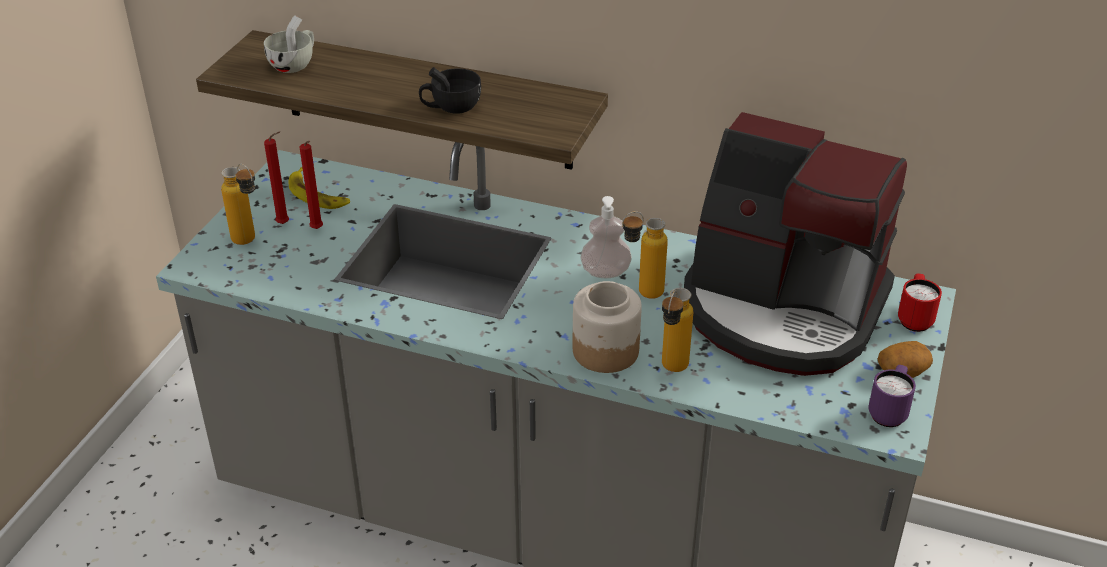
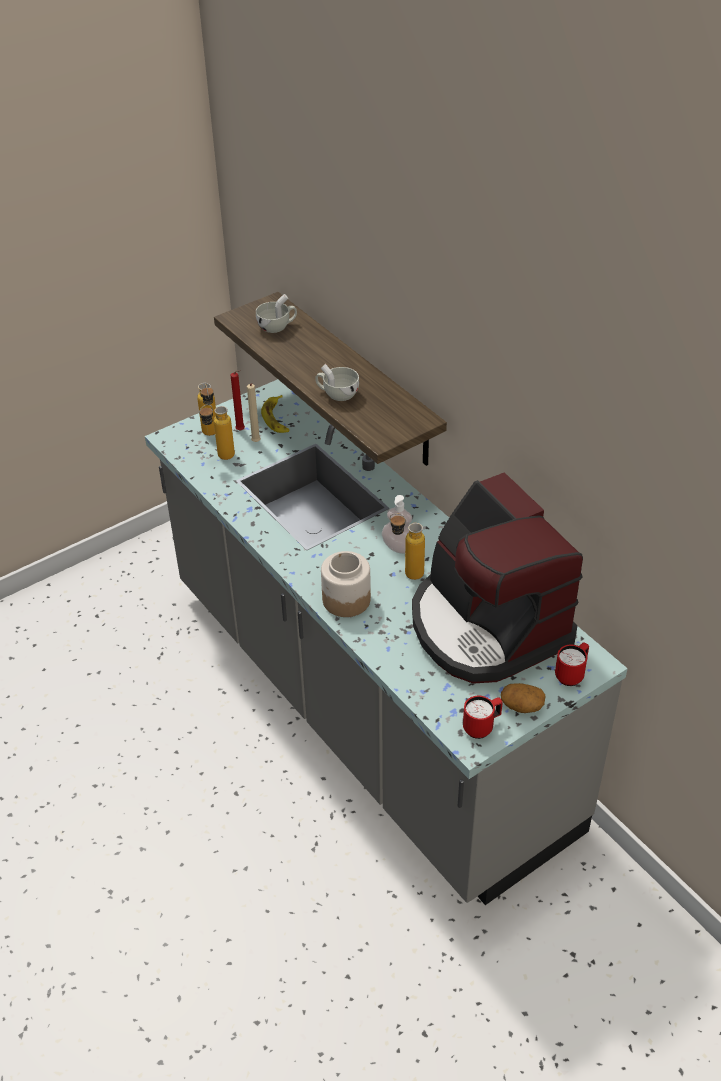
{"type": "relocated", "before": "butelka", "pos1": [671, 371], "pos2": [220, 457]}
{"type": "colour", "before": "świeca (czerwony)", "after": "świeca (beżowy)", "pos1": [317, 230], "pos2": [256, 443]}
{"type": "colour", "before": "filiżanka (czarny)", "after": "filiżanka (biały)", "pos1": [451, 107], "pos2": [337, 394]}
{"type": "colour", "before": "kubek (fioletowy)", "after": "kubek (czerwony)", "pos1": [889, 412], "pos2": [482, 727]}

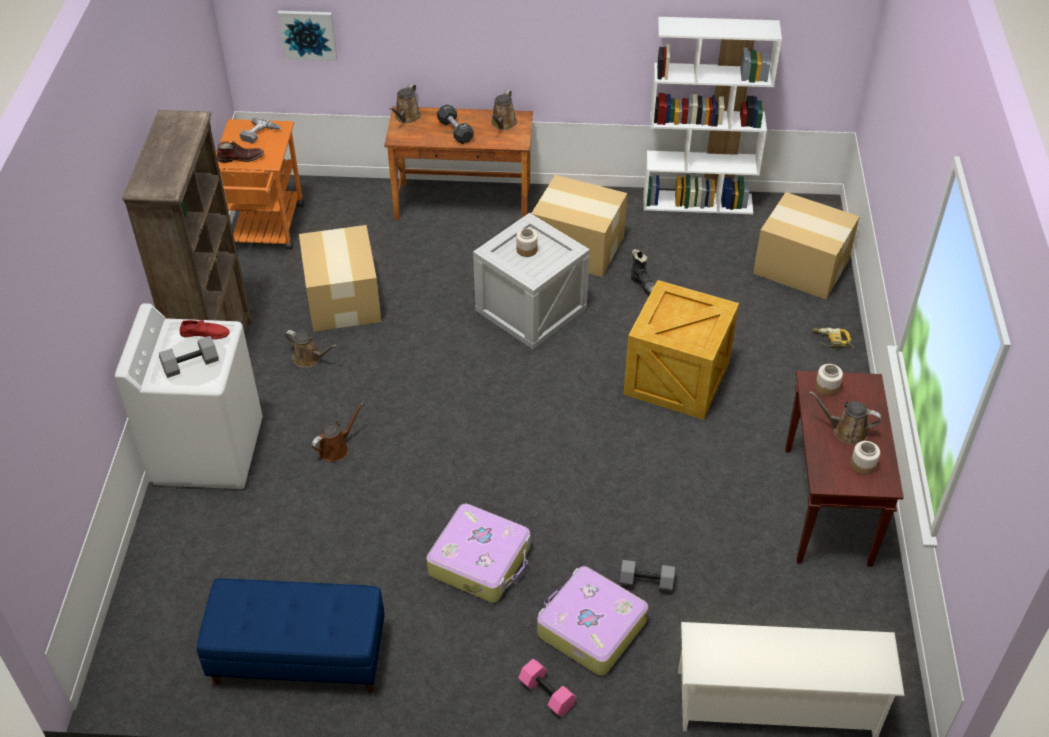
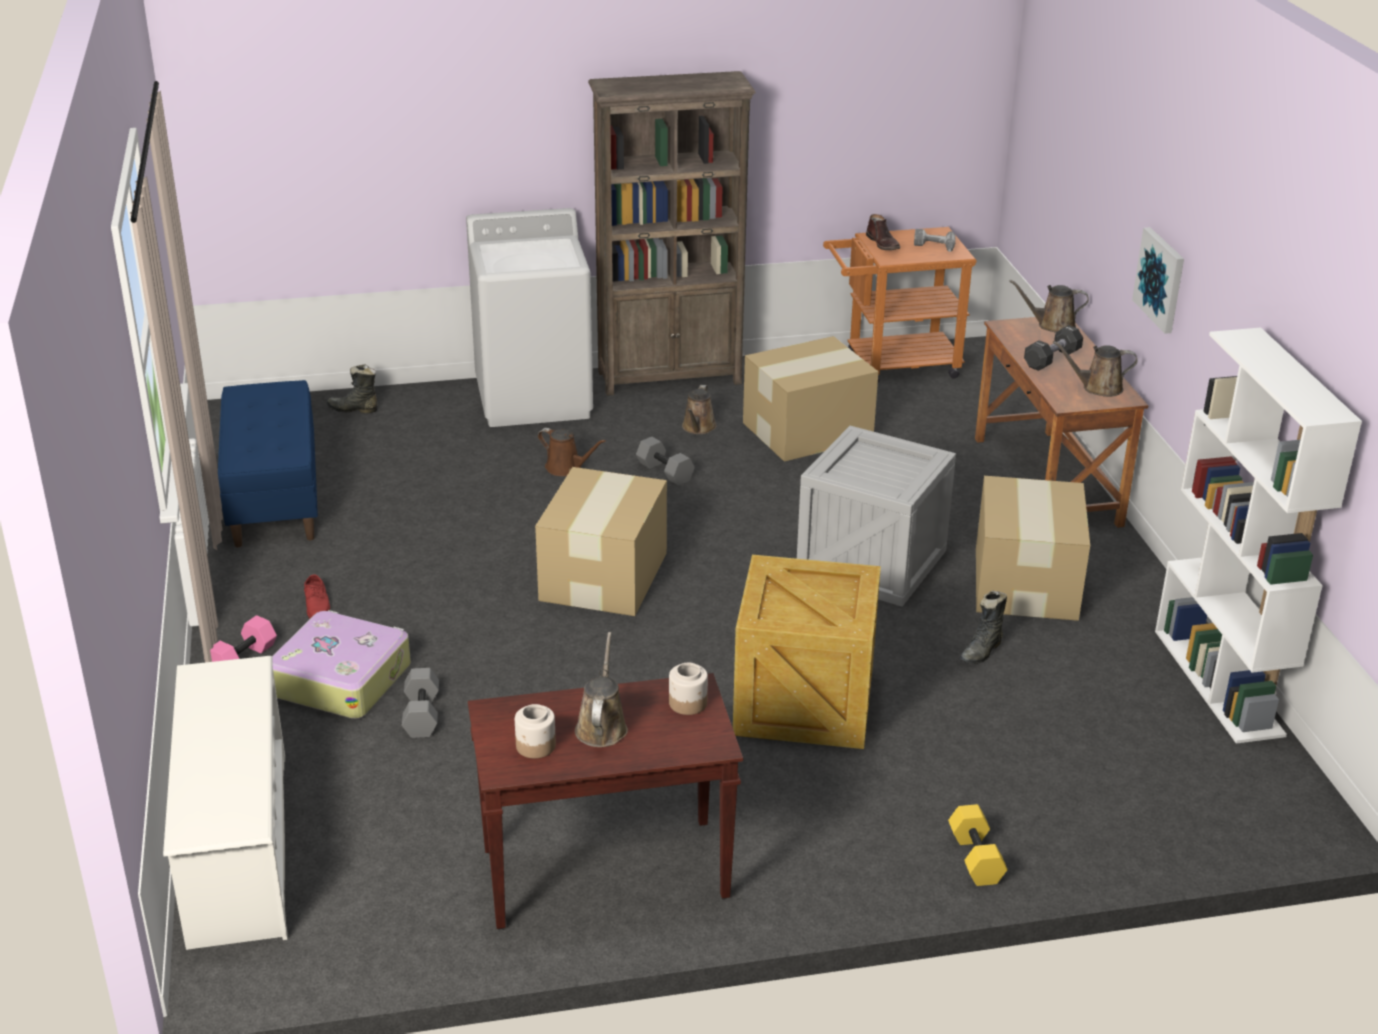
{"type": "relocated", "before": "but (czerwony)", "pos1": [205, 333], "pos2": [317, 604]}
{"type": "appeared", "after": "but z cholewką (czarny)", "pos2": [353, 409]}
{"type": "relocated", "before": "karton", "pos1": [800, 266], "pos2": [605, 575]}
{"type": "relocated", "before": "hantel (szary)", "pos1": [190, 365], "pos2": [663, 472]}
{"type": "exchanged", "before": "wiertarka", "after": "hantel (żółty)", "pos1": [832, 341], "pos2": [974, 857]}
{"type": "relocated", "before": "obraz", "pos1": [308, 34], "pos2": [1160, 279]}
{"type": "missing", "before": "walizka", "pos1": [481, 561]}
{"type": "missing", "before": "słoik", "pos1": [527, 250]}

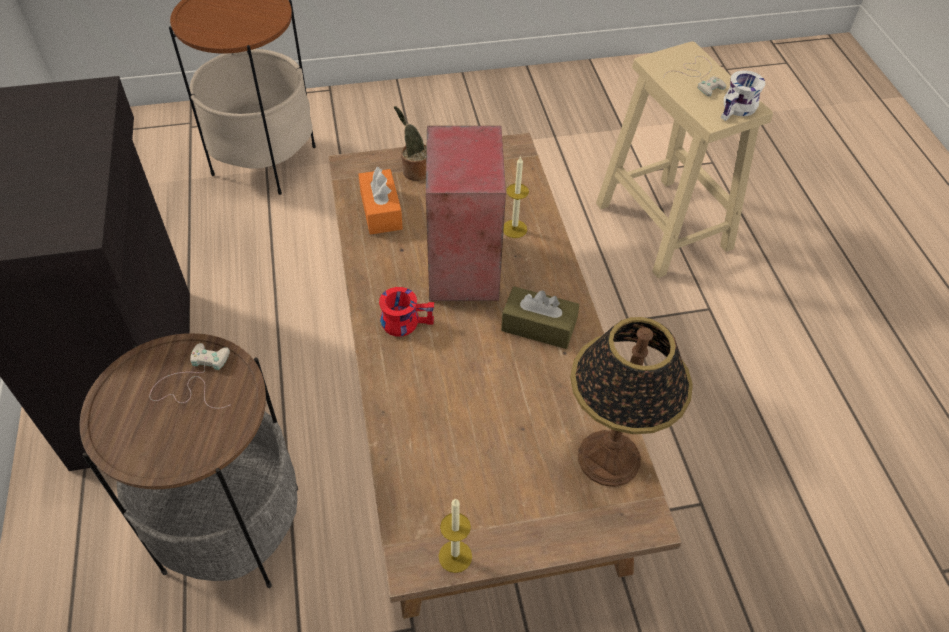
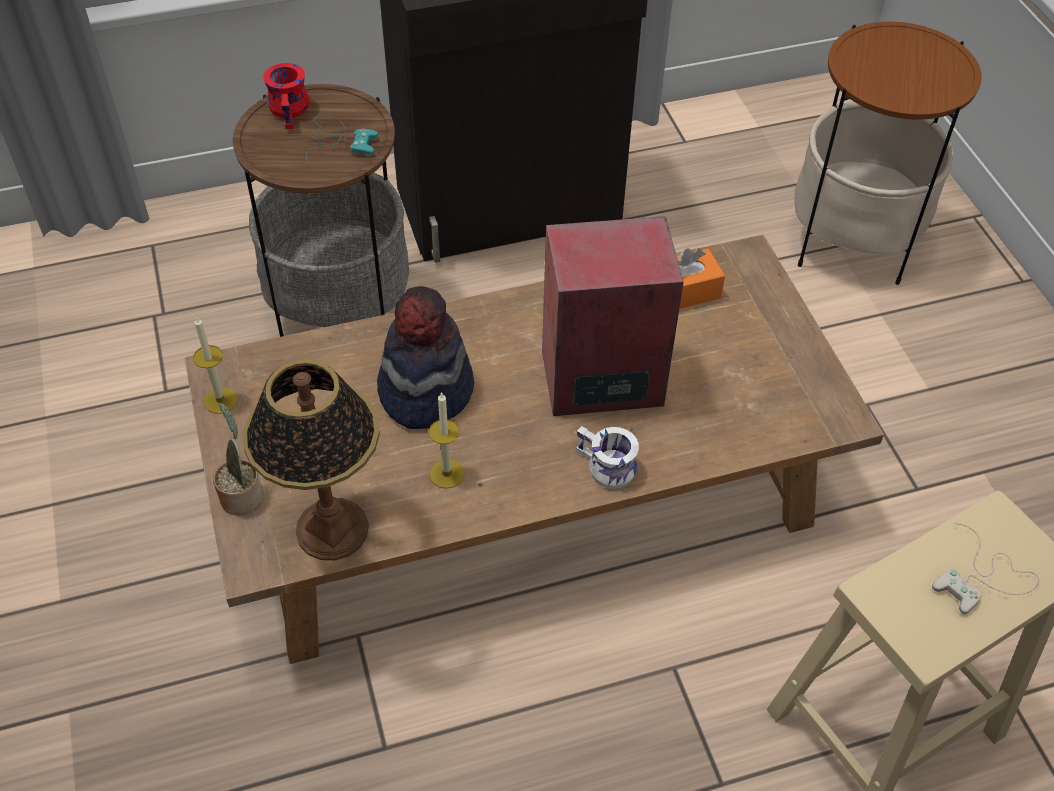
{"type": "relocated", "before": "roślina doniczkowa", "pos1": [414, 171], "pos2": [241, 495]}
{"type": "relocated", "before": "kubek (czerwony)", "pos1": [406, 320], "pos2": [292, 110]}
{"type": "colour", "before": "pad do gier (biały)", "after": "pad do gier (turkusowy)", "pos1": [193, 381], "pos2": [338, 140]}
{"type": "appeared", "after": "kapelusz", "pos2": [425, 390]}
{"type": "relocated", "before": "świeca", "pos1": [514, 229], "pos2": [447, 474]}
{"type": "relocated", "before": "kubek (biały)", "pos1": [738, 110], "pos2": [604, 469]}
{"type": "missing", "before": "pudełko chusteczek (brązowy)", "pos1": [538, 326]}

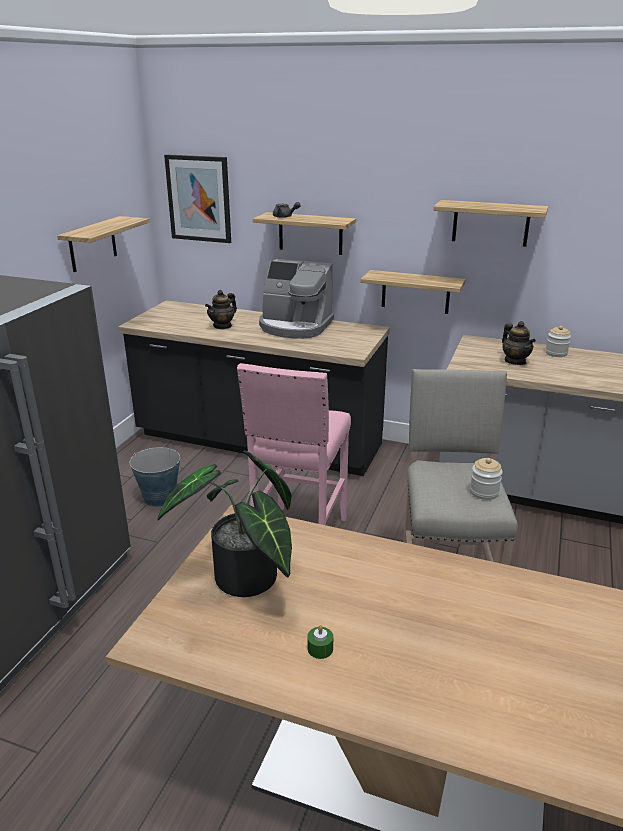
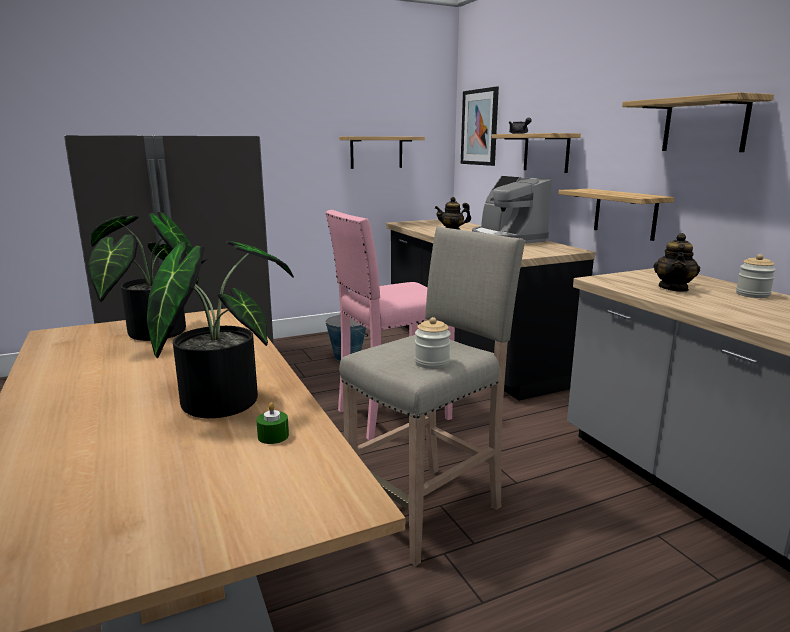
{"type": "appeared", "after": "roślina doniczkowa", "pos2": [219, 399]}
{"type": "relocated", "before": "świeca (zielony)", "pos1": [320, 648], "pos2": [273, 436]}

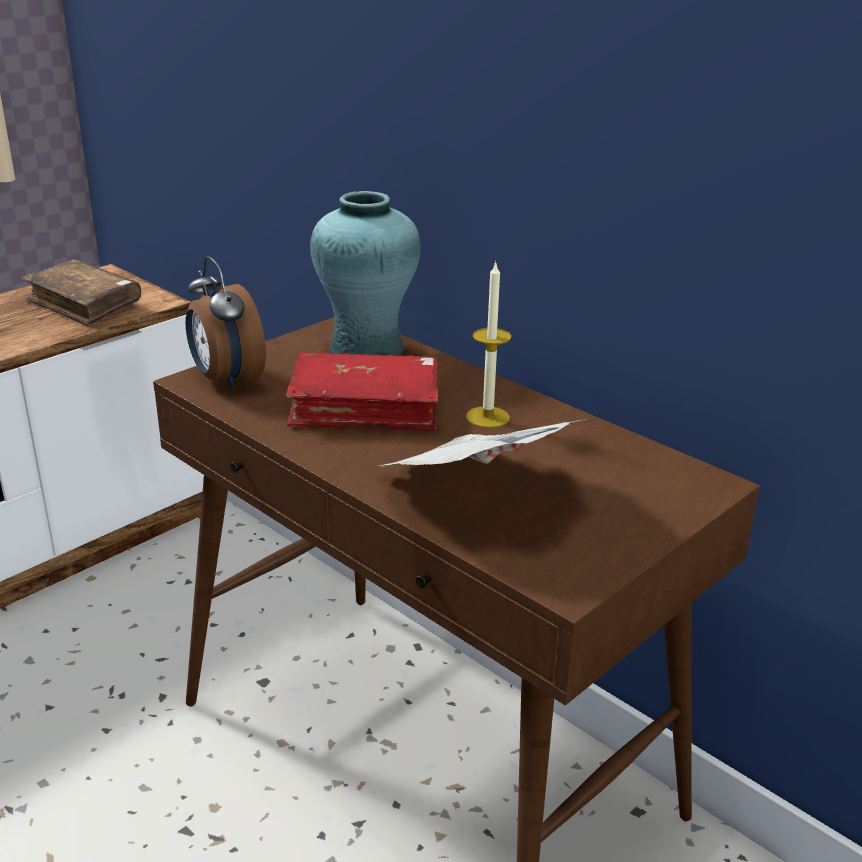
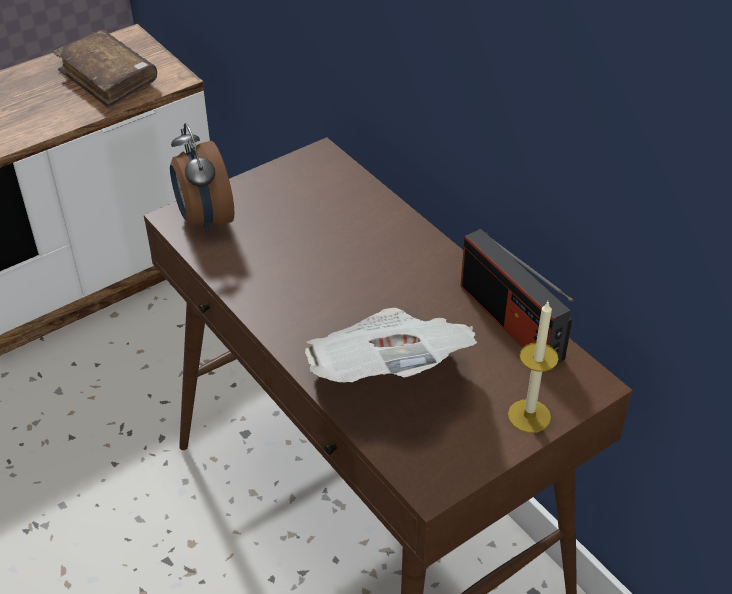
{"type": "appeared", "after": "radio", "pos2": [511, 322]}
{"type": "relocated", "before": "świeca", "pos1": [487, 417], "pos2": [529, 416]}
{"type": "missing", "before": "książka (czerwony)", "pos1": [365, 407]}
{"type": "missing", "before": "wazon (turkusowy)", "pos1": [366, 350]}

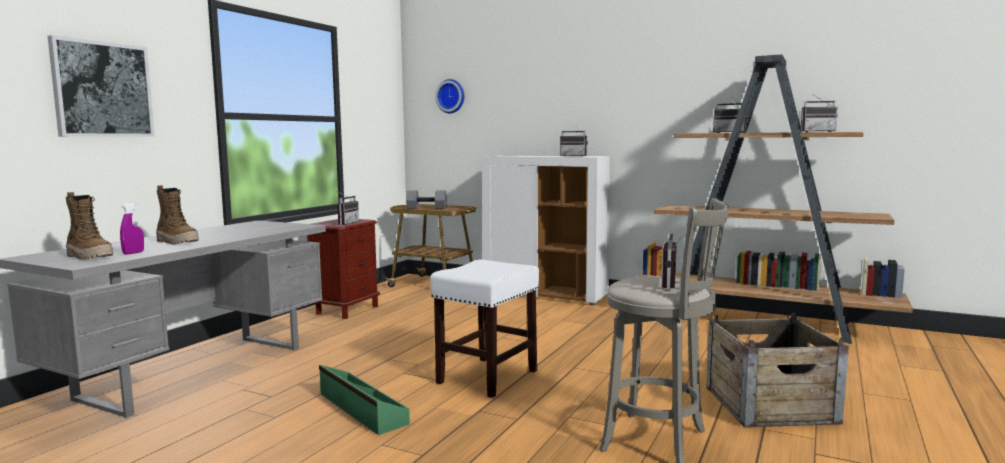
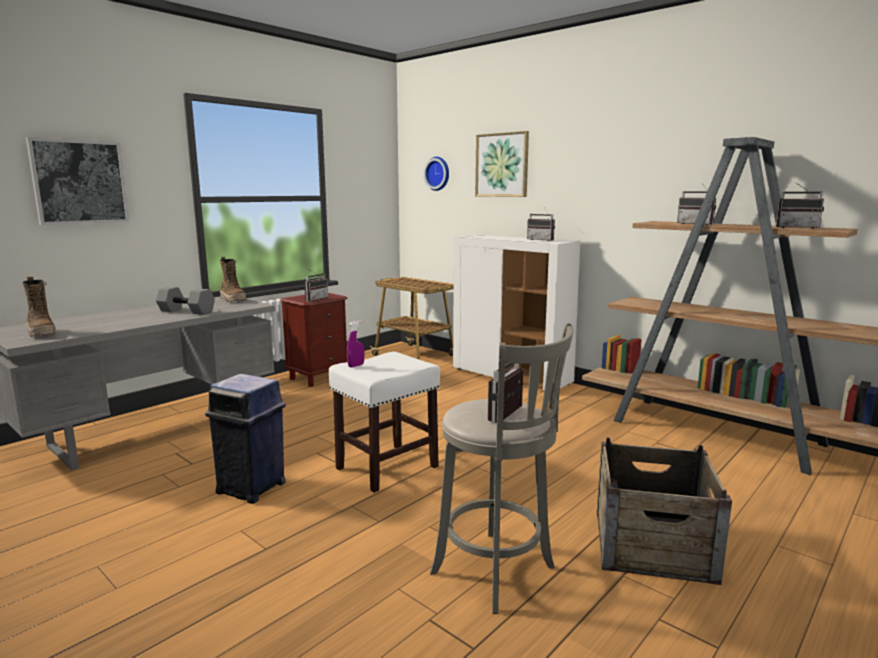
{"type": "relocated", "before": "hantel (szary)", "pos1": [427, 207], "pos2": [187, 311]}
{"type": "exchanged", "before": "pojemnik do przechowywania (zielony)", "after": "kosz na śmieci (niebieski)", "pos1": [361, 409], "pos2": [252, 488]}
{"type": "relocated", "before": "but z cholewką", "pos1": [177, 242], "pos2": [233, 300]}
{"type": "relocated", "before": "spryskiwacz (fioletowy)", "pos1": [133, 253], "pos2": [356, 365]}
{"type": "appeared", "after": "obraz", "pos2": [502, 165]}

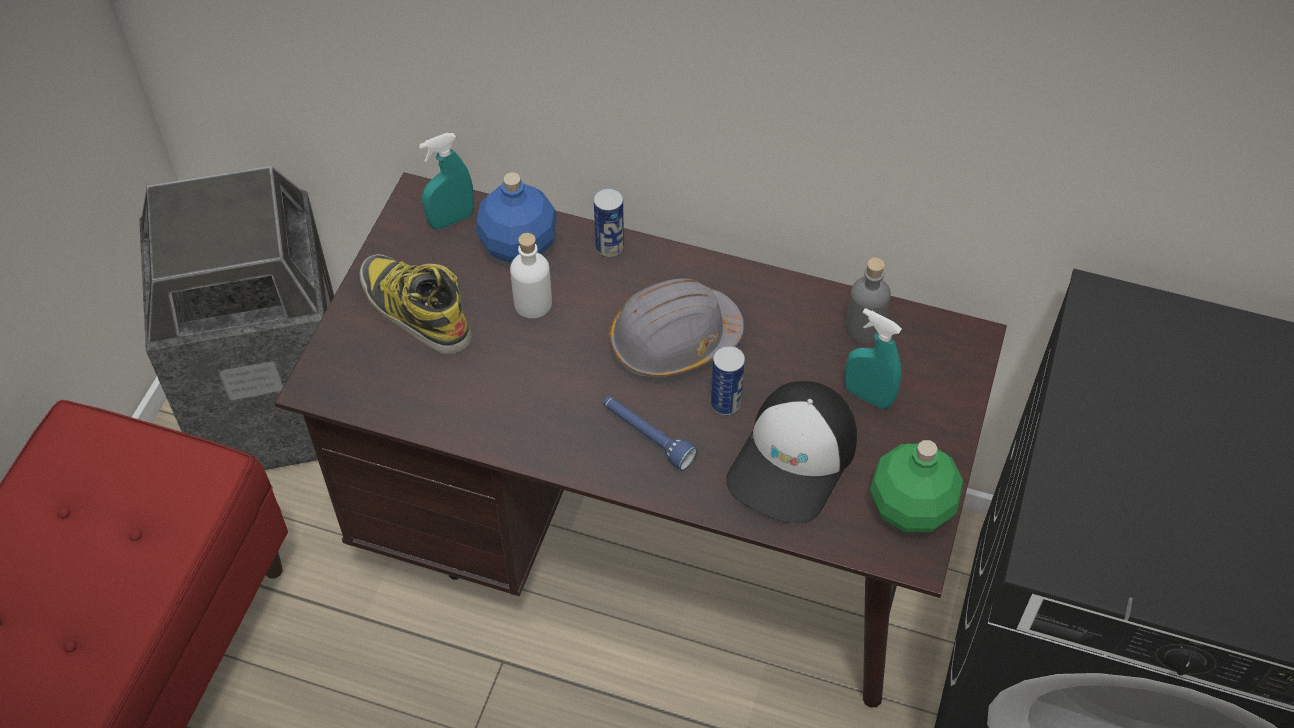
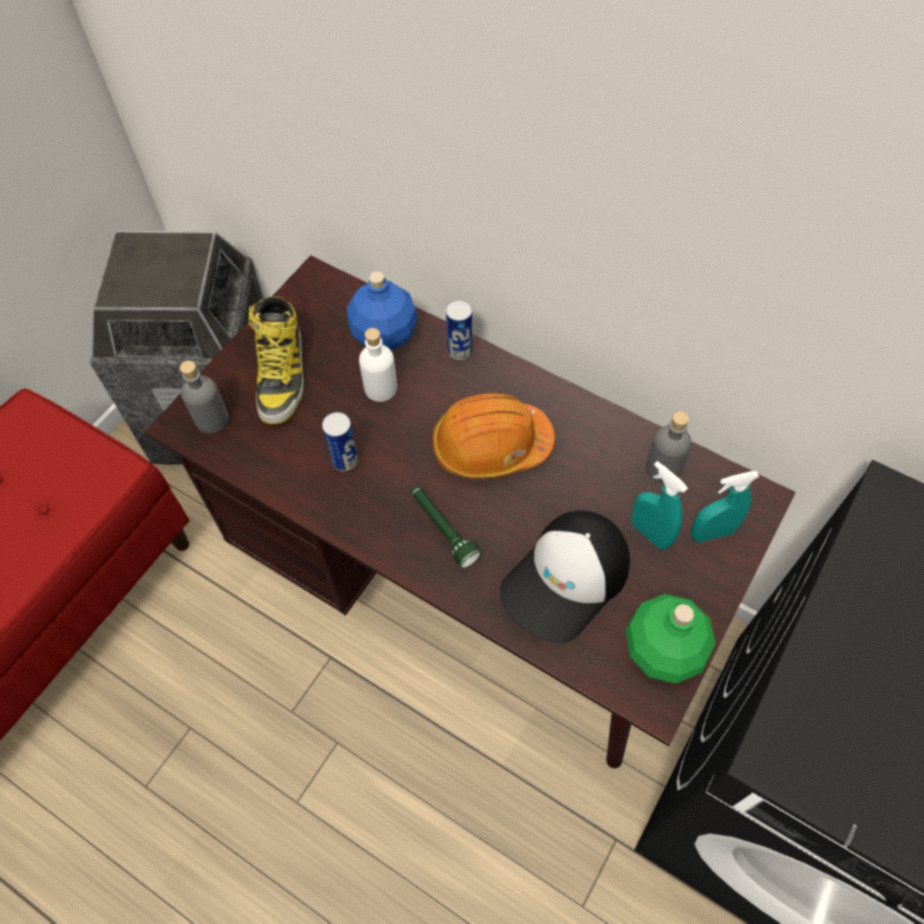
{"type": "appeared", "after": "butelka (szary)", "pos2": [212, 419]}
{"type": "spun", "before": "but z cholewką", "pos1": [414, 310], "pos2": [281, 374], "turn": -150}
{"type": "relocated", "before": "puszka", "pos1": [725, 404], "pos2": [345, 461]}
{"type": "colour", "before": "latarka (niebieski)", "after": "latarka (zielony)", "pos1": [647, 436], "pos2": [442, 529]}
{"type": "colour", "before": "kask (szary)", "after": "kask (pomarańczowy)", "pos1": [674, 341], "pos2": [491, 446]}
{"type": "relocated", "before": "spryskiwacz (turkusowy)", "pos1": [451, 220], "pos2": [711, 533]}

